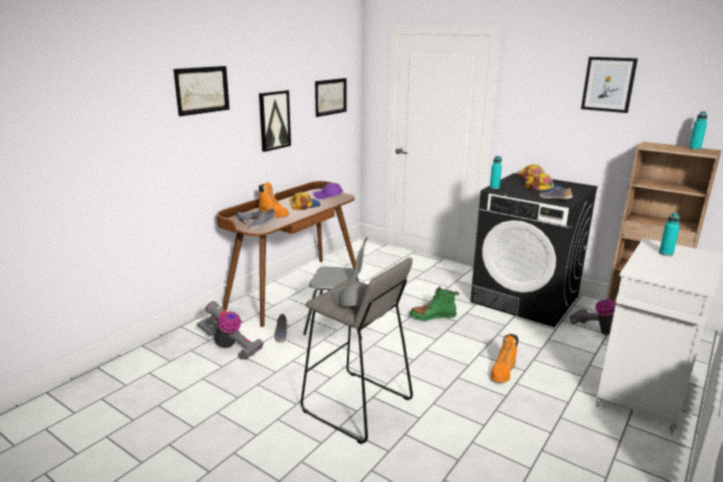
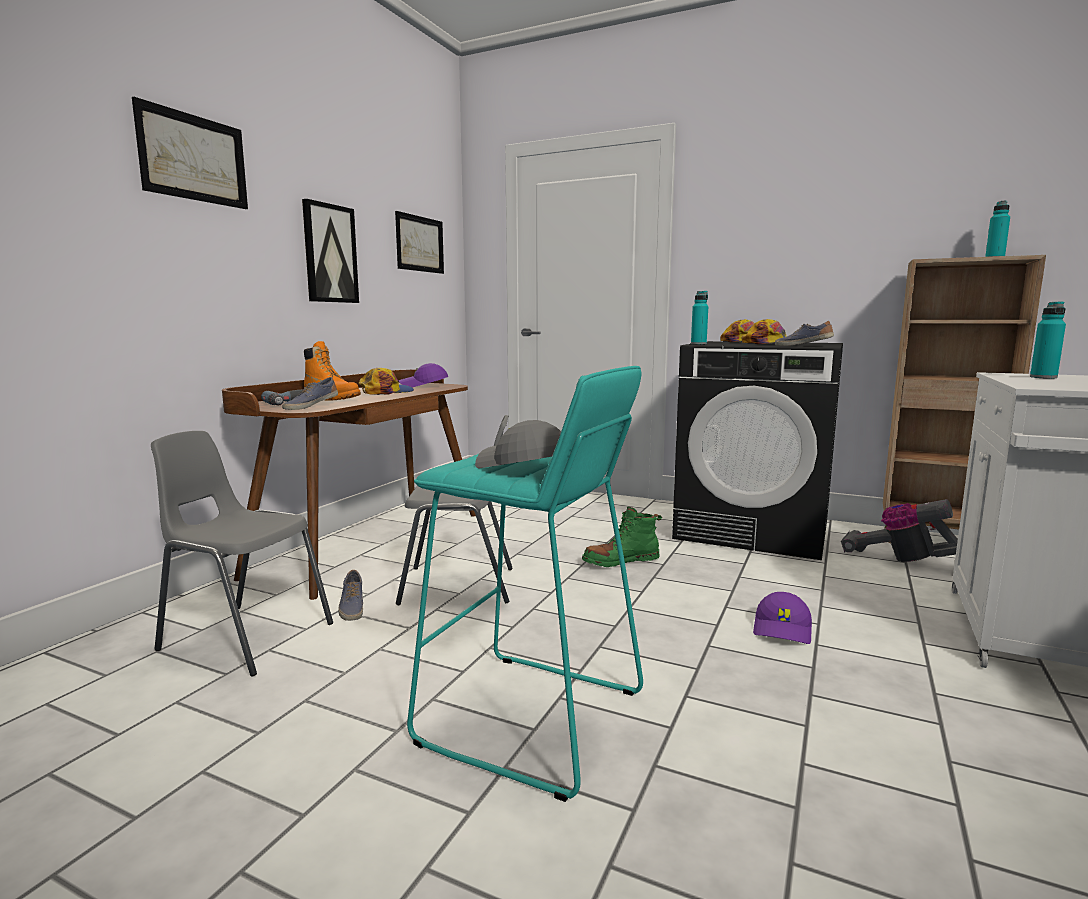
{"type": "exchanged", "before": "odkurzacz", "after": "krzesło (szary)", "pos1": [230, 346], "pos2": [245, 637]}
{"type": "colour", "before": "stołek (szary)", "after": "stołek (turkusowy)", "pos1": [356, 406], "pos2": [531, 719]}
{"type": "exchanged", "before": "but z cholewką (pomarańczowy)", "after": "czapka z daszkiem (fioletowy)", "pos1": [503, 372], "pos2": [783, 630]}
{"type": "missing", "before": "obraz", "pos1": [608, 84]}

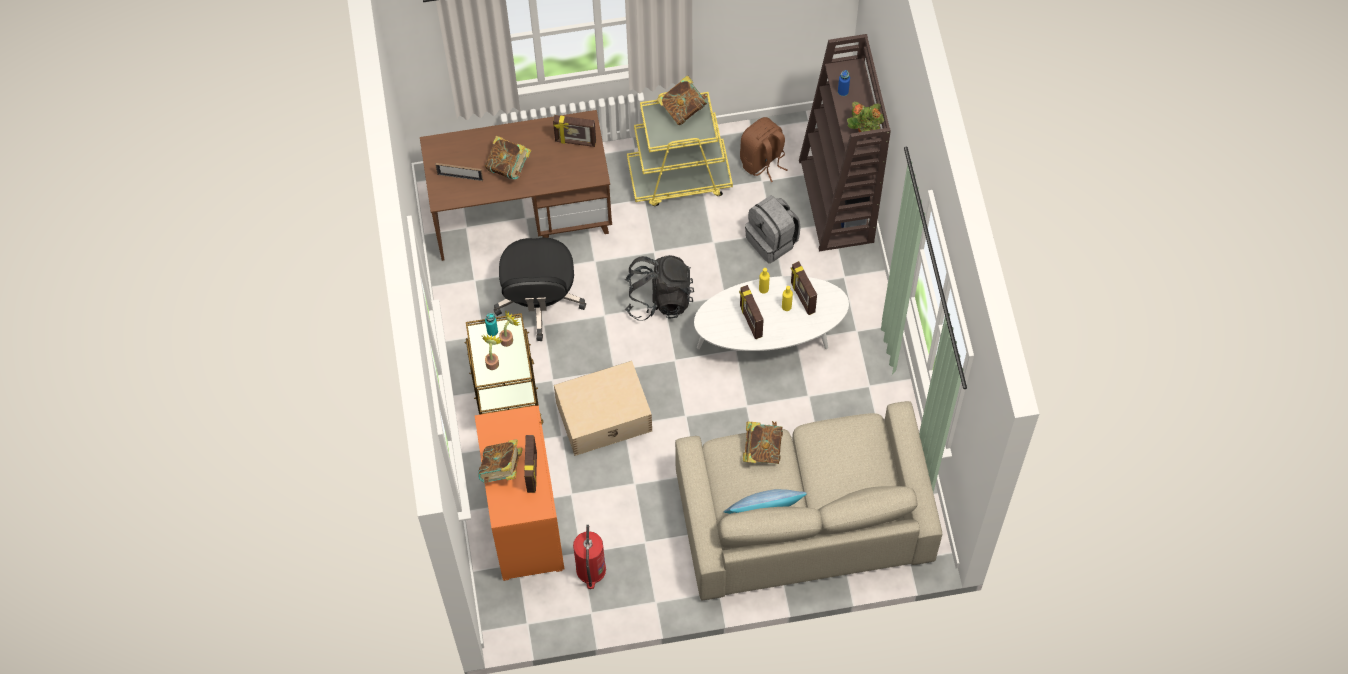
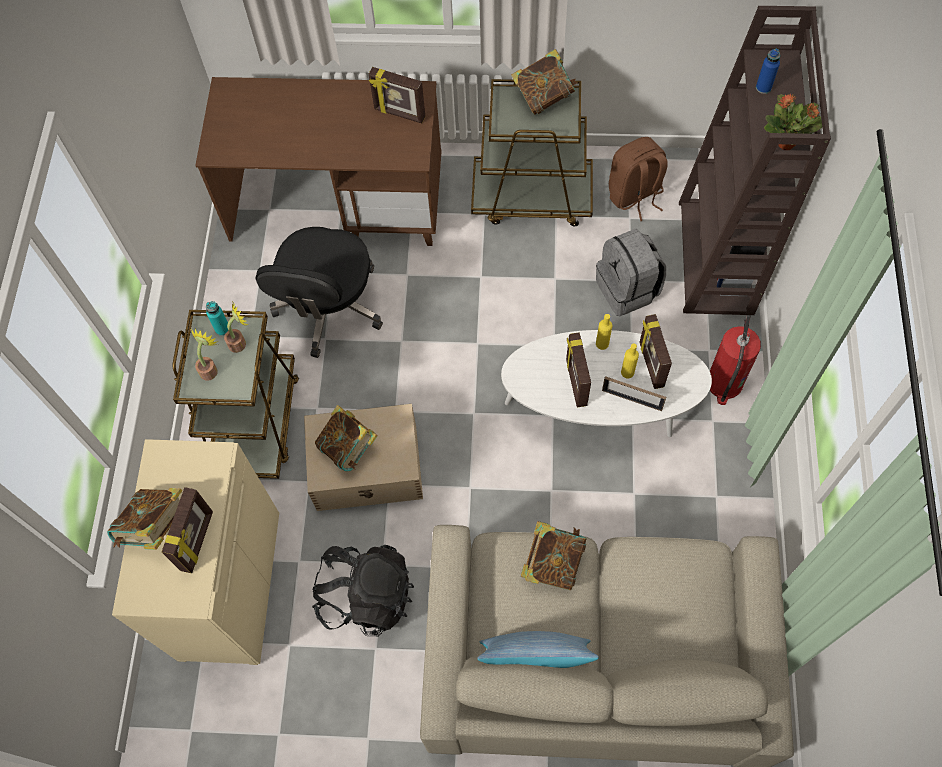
{"type": "colour", "before": "szafka (pomarańczowy)", "after": "szafka (beżowy)", "pos1": [523, 521], "pos2": [228, 584]}
{"type": "relocated", "before": "plecak (czarny)", "pos1": [659, 298], "pos2": [366, 596]}
{"type": "relocated", "before": "książka", "pos1": [509, 166], "pos2": [348, 447]}
{"type": "colour", "before": "wózek (żółty)", "after": "wózek (brązowy)", "pos1": [680, 177], "pos2": [532, 196]}
{"type": "relocated", "before": "ramka na zdjęcie", "pos1": [460, 177], "pos2": [632, 399]}
{"type": "relocated", "before": "gaśnica", "pos1": [590, 570], "pos2": [724, 383]}

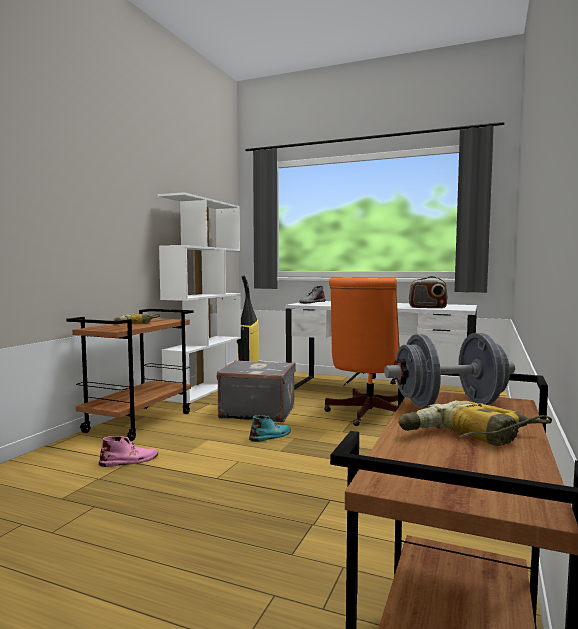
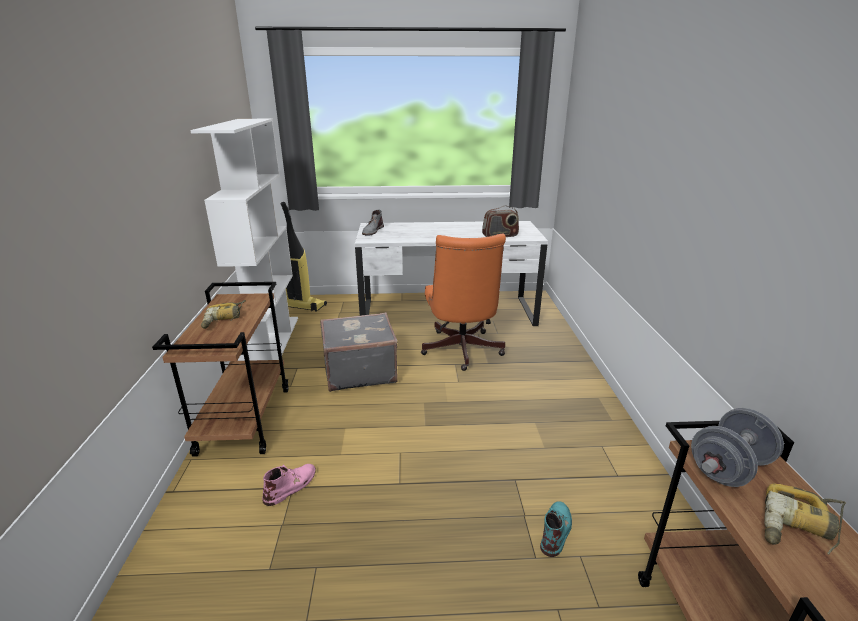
{"type": "relocated", "before": "but z cholewką (turkusowy)", "pos1": [271, 436], "pos2": [556, 530]}

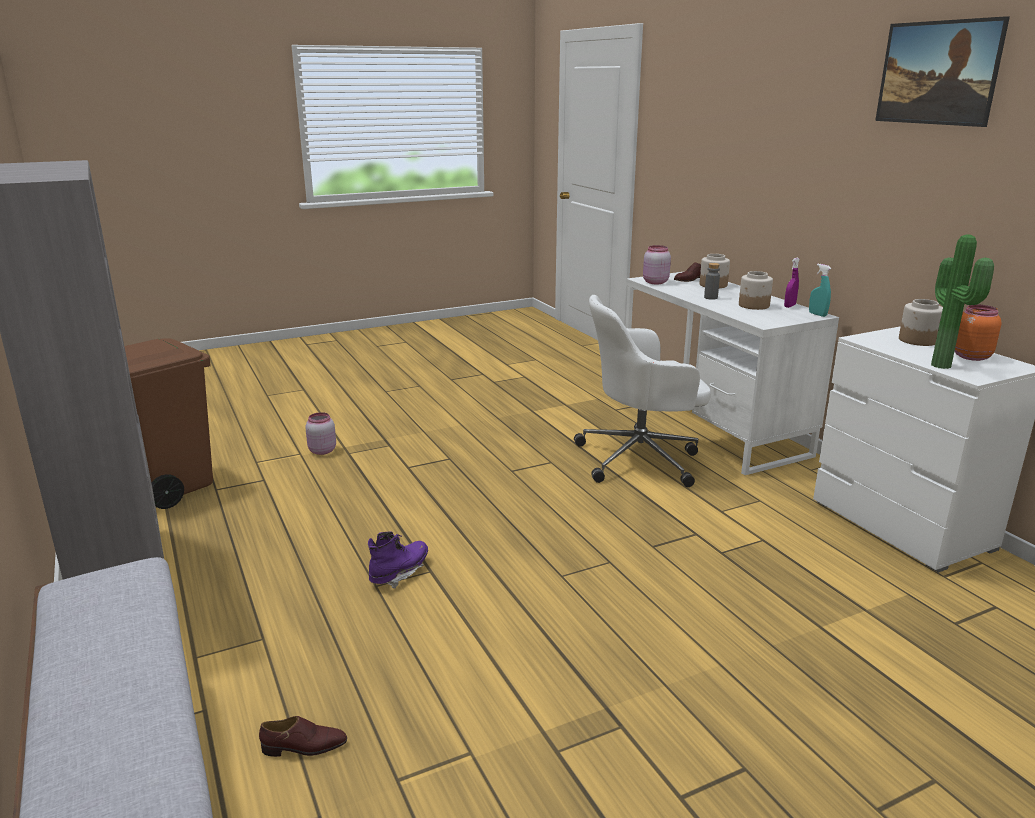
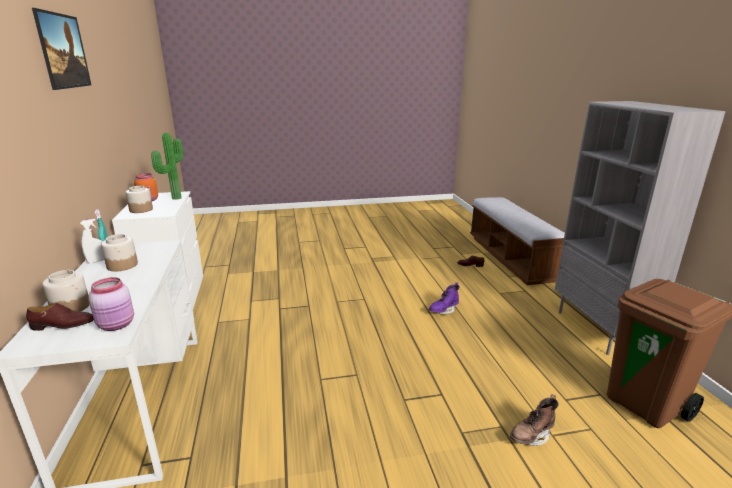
{"type": "colour", "before": "spryskiwacz (fioletowy)", "after": "spryskiwacz (biały)", "pos1": [789, 306], "pos2": [97, 261]}
{"type": "exchanged", "before": "słoik (różowy)", "after": "but z cholewką (brązowy)", "pos1": [321, 451], "pos2": [531, 436]}
{"type": "missing", "before": "krzesło biurowe (biały)", "pos1": [641, 458]}
{"type": "missing", "before": "butelka (szary)", "pos1": [710, 297]}

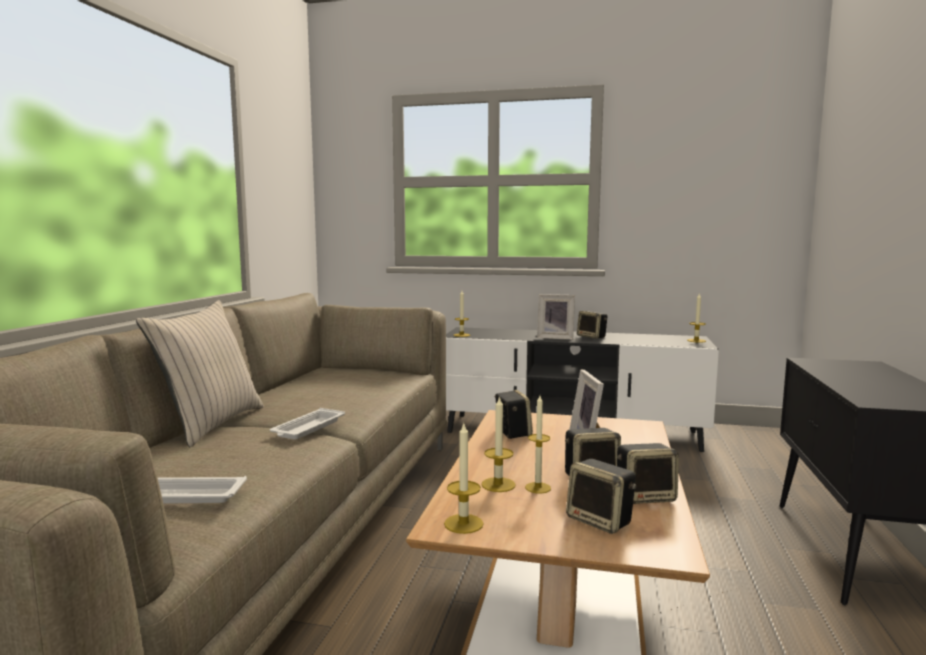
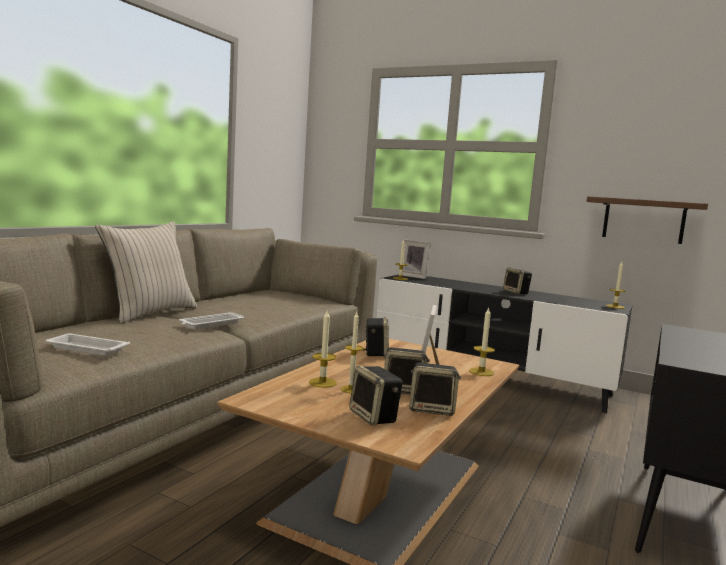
{"type": "relocated", "before": "ramka na zdjęcie", "pos1": [555, 337], "pos2": [414, 276]}
{"type": "relocated", "before": "świeca", "pos1": [463, 524], "pos2": [481, 372]}
{"type": "appeared", "after": "półka (brązowy)", "pos2": [643, 220]}

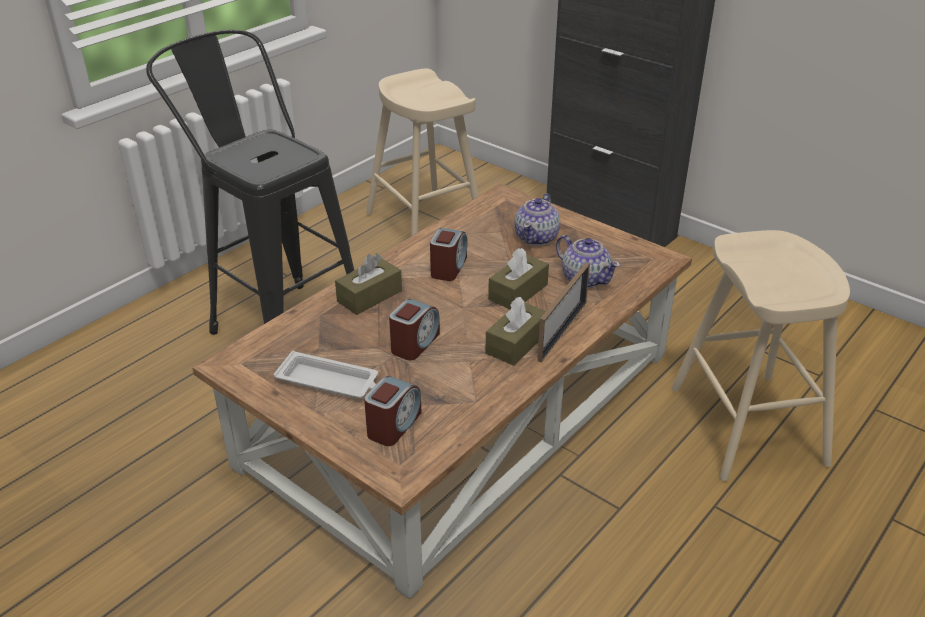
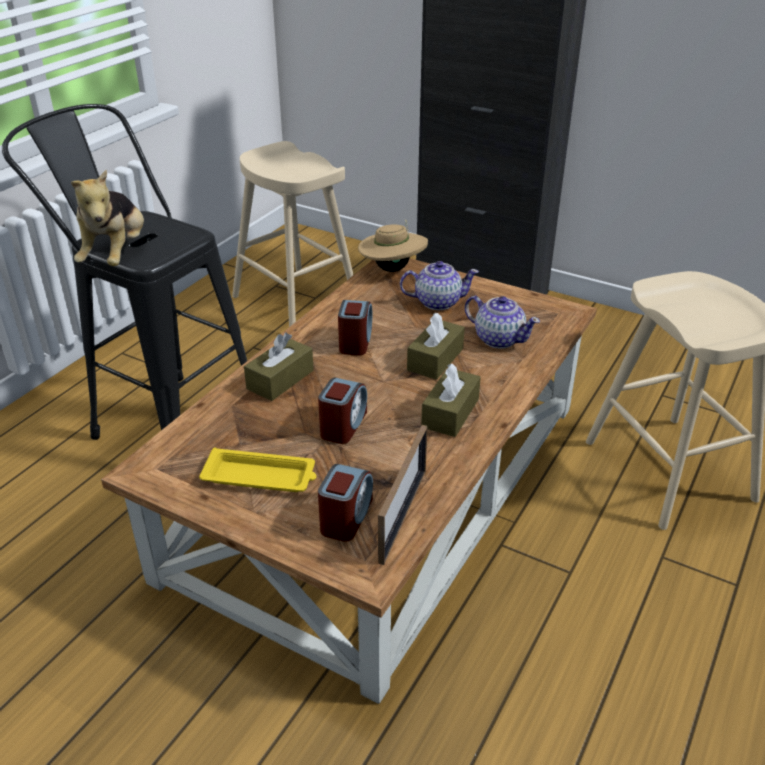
{"type": "appeared", "after": "pluszak", "pos2": [116, 255]}
{"type": "colour", "before": "taca (biały)", "after": "taca (żółty)", "pos1": [329, 381], "pos2": [261, 477]}
{"type": "appeared", "after": "kapelusz (beżowy)", "pos2": [392, 269]}
{"type": "relocated", "before": "ramka na zdjęcie", "pos1": [562, 331], "pos2": [403, 515]}
{"type": "spun", "before": "imbryk", "pos1": [537, 237], "pos2": [437, 302], "turn": -105}

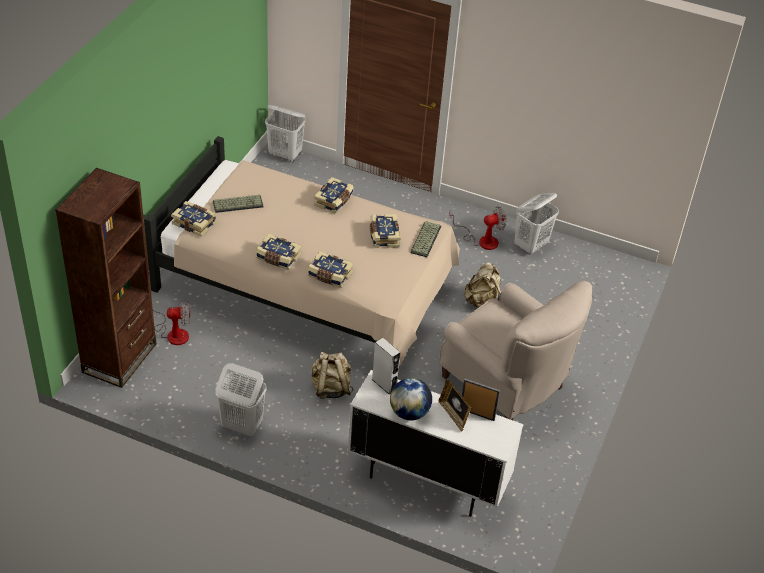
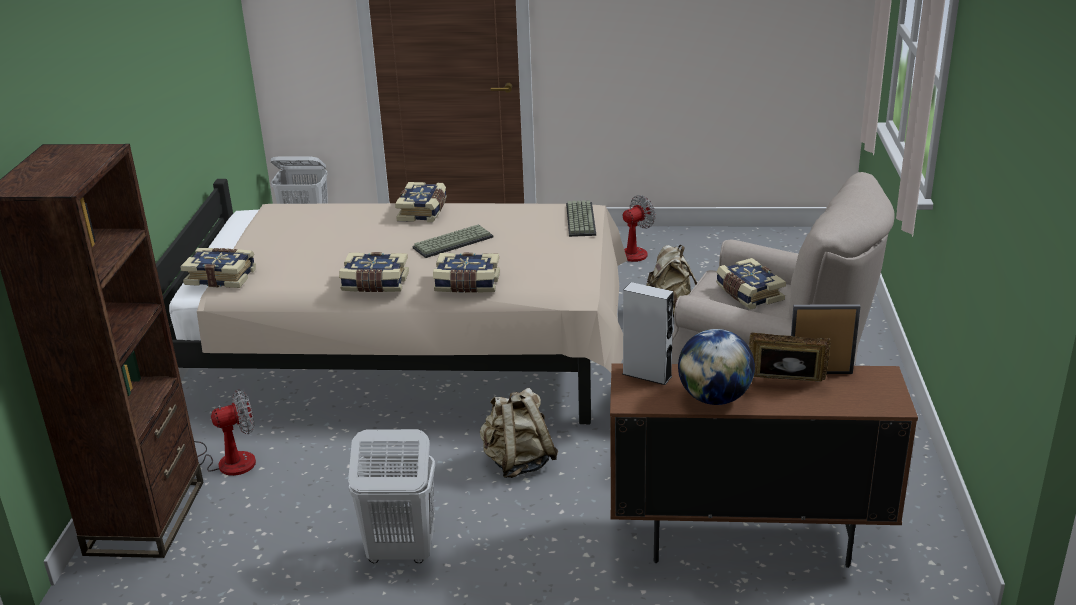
{"type": "relocated", "before": "klawiatura", "pos1": [238, 203], "pos2": [453, 242]}
{"type": "colour", "before": "szafka (biały)", "after": "szafka (brązowy)", "pos1": [427, 481], "pos2": [747, 539]}
{"type": "relocated", "before": "książka", "pos1": [383, 236], "pos2": [748, 294]}
{"type": "spun", "before": "ramka na zdjęcie", "pos1": [453, 415], "pos2": [785, 383], "turn": 150}
{"type": "missing", "before": "kosz na pranie (biały)", "pos1": [531, 245]}

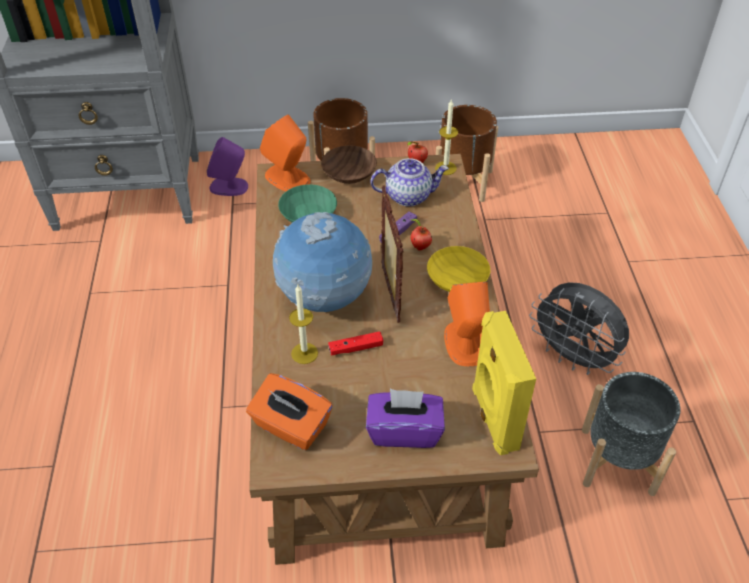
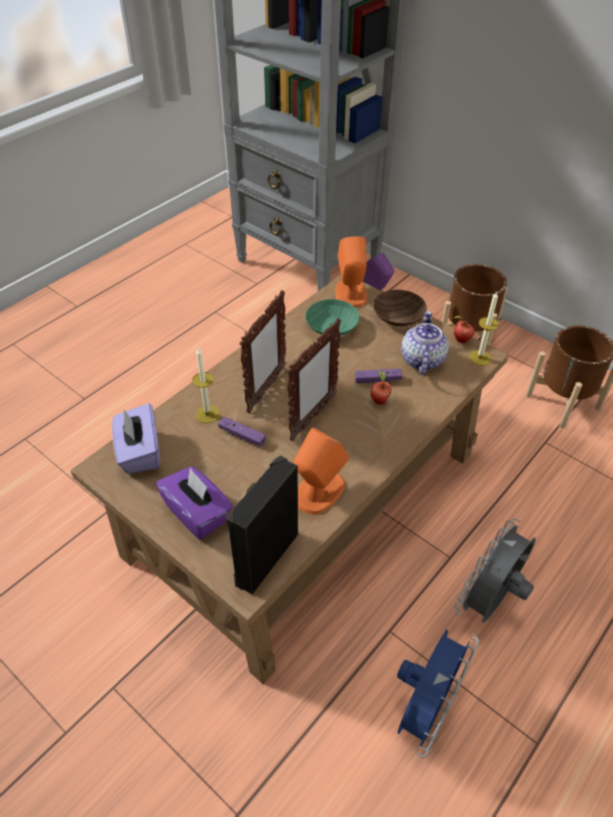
{"type": "colour", "before": "pudełko chusteczek (pomarańczowy)", "after": "pudełko chusteczek (fioletowy)", "pos1": [291, 426], "pos2": [139, 452]}
{"type": "colour", "before": "pad do gier (czerwony)", "after": "pad do gier (fioletowy)", "pos1": [355, 348], "pos2": [242, 436]}
{"type": "colour", "before": "głośnik (żółty)", "after": "głośnik (czarny)", "pos1": [493, 418], "pos2": [264, 557]}
{"type": "exchanged", "before": "globus", "after": "ramka na zdjęcie", "pos1": [325, 300], "pos2": [266, 390]}
{"type": "exchanged", "before": "donica (szary)", "after": "wentylator (niebieski)", "pos1": [617, 461], "pos2": [425, 709]}
{"type": "spun", "before": "imbryk", "pos1": [408, 196], "pos2": [421, 359], "turn": -120}
{"type": "spun", "before": "wentylator (szary)", "pos1": [573, 358], "pos2": [489, 602], "turn": 45}
{"type": "missing", "before": "miska (żółty)", "pos1": [455, 278]}

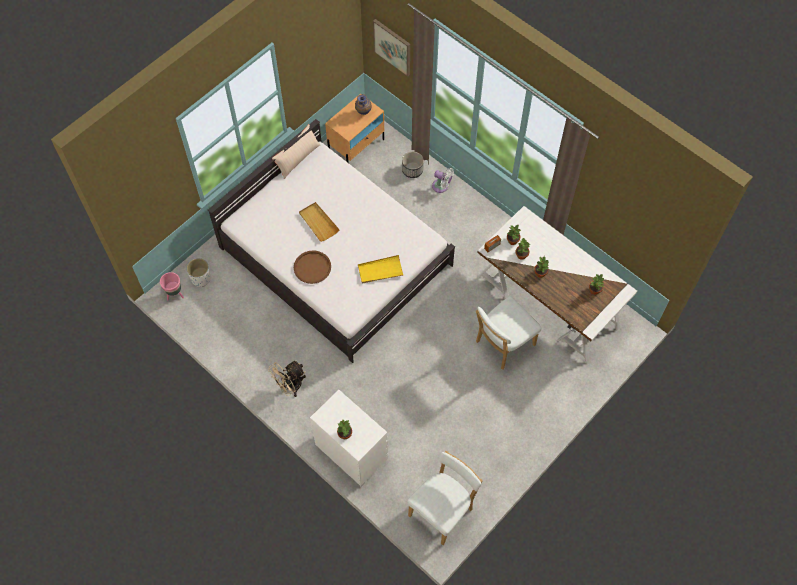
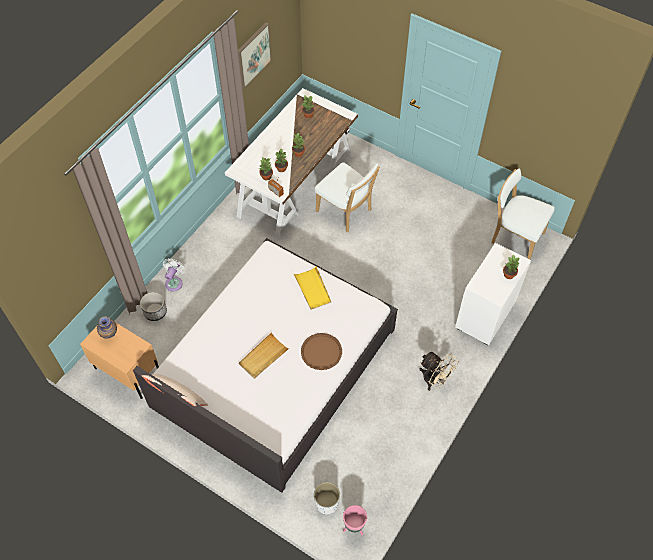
{"type": "relocated", "before": "obraz", "pos1": [392, 47], "pos2": [253, 55]}

